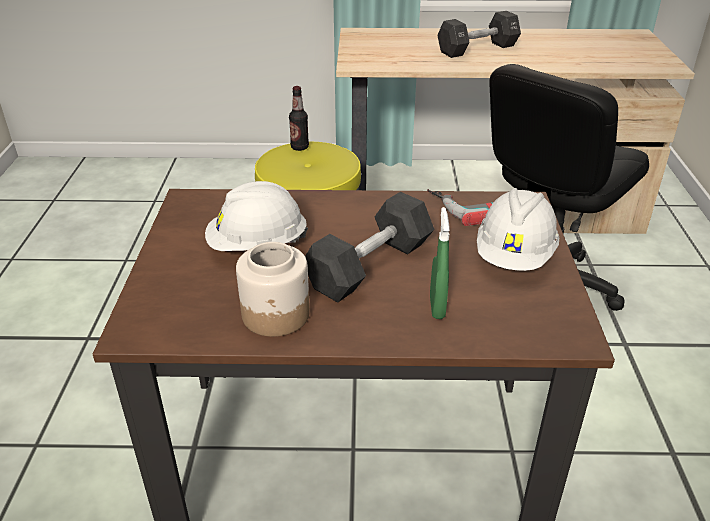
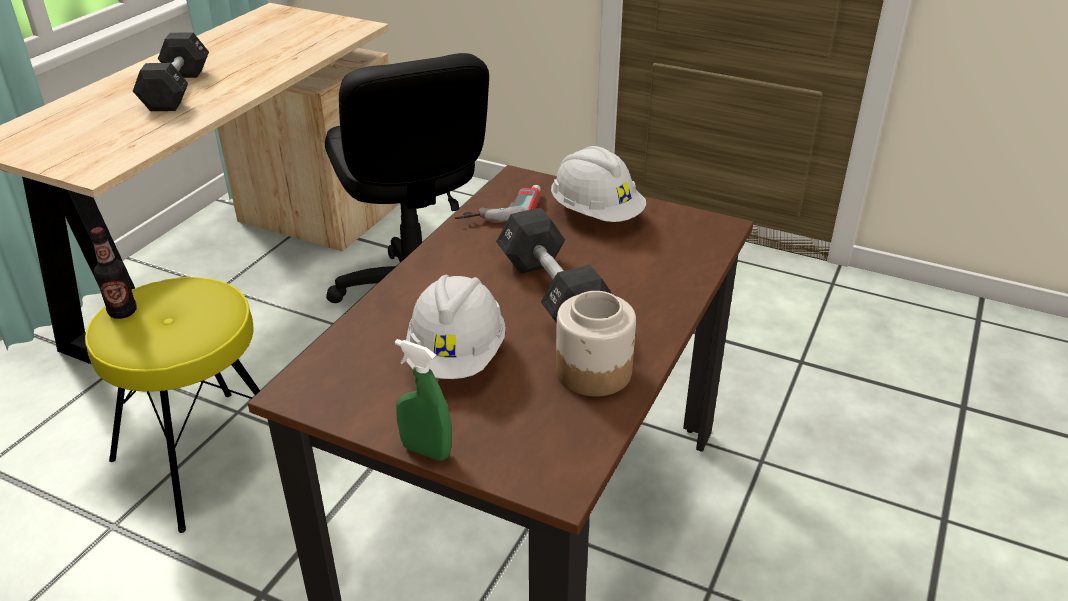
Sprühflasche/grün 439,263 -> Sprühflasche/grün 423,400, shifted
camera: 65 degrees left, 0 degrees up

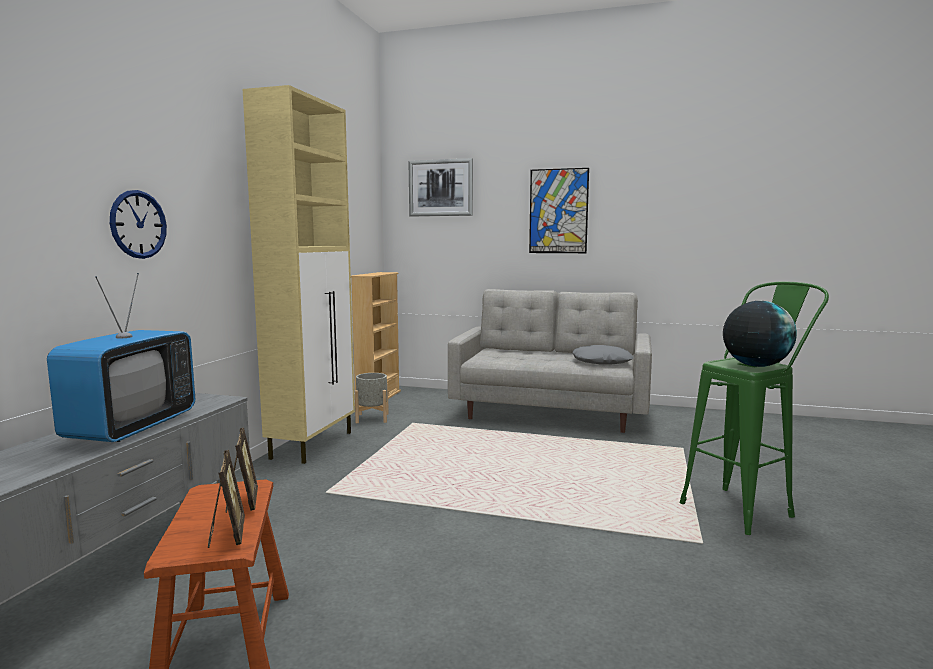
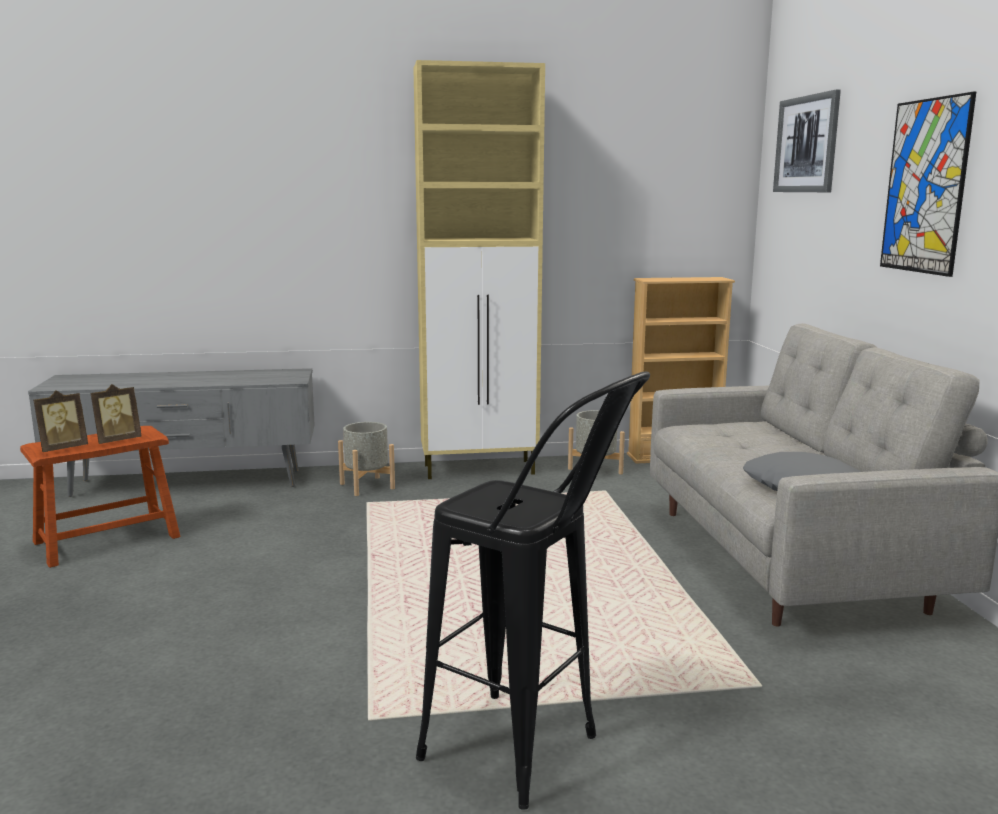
Fernseher 121,357 -> none
Wanduhr 138,224 -> none
Hocker/grün 754,408 -> Hocker/schwarz 533,590
Globus 760,334 -> none
none -> Pflanzkübel/grau 366,459
camera: 65 degrees right, 5 degrees up

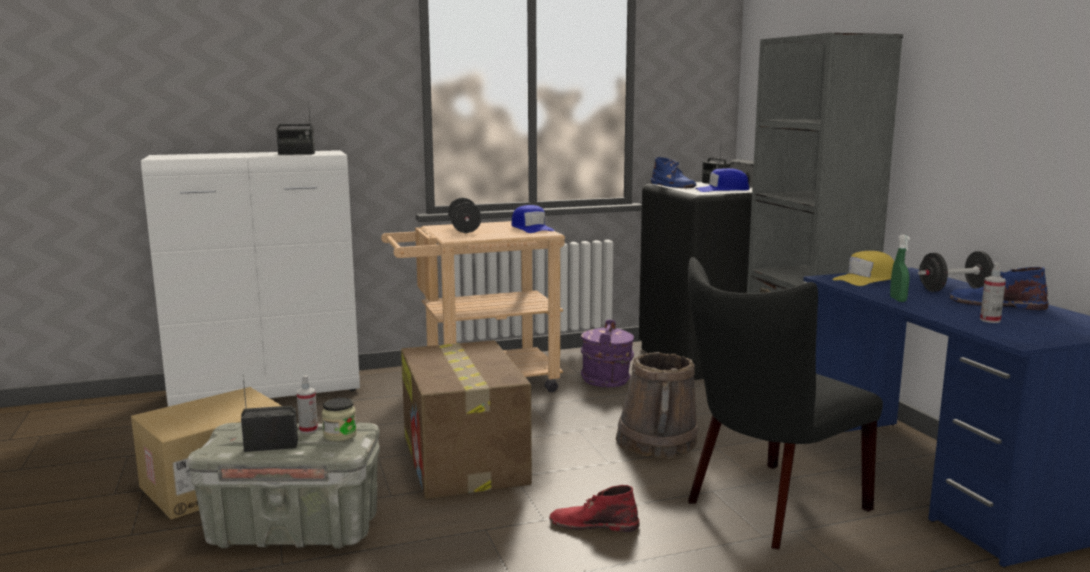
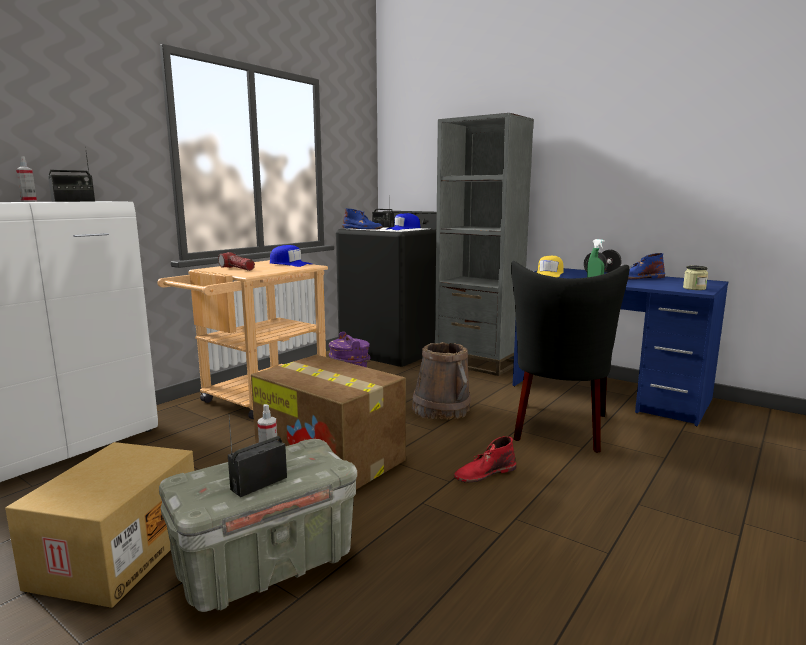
Vorratsglas 339,419 -> Vorratsglas 695,277, shifted
Hantel/schwarz 465,215 -> Taschenlampe 236,261
Sprühflasche 993,292 -> Sprühflasche 26,179, shifted
camera: 35 degrees left, 0 degrees up

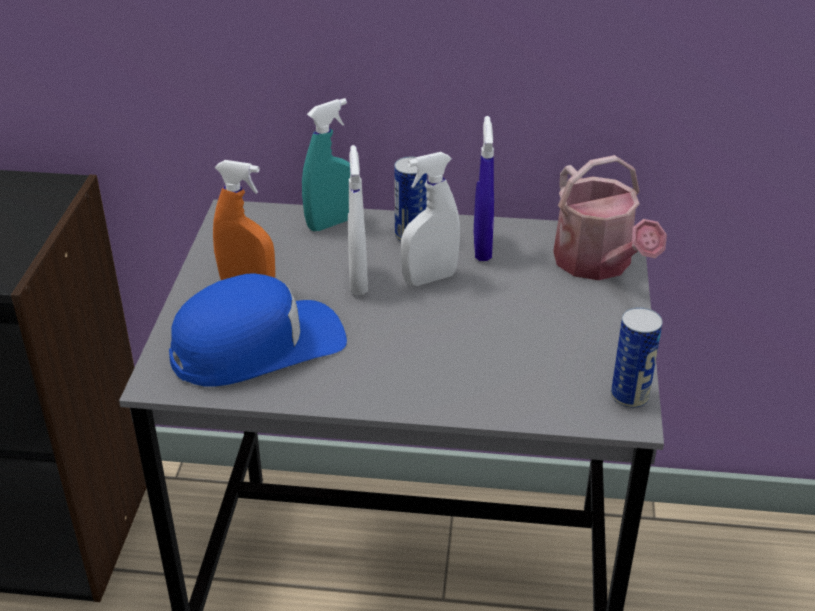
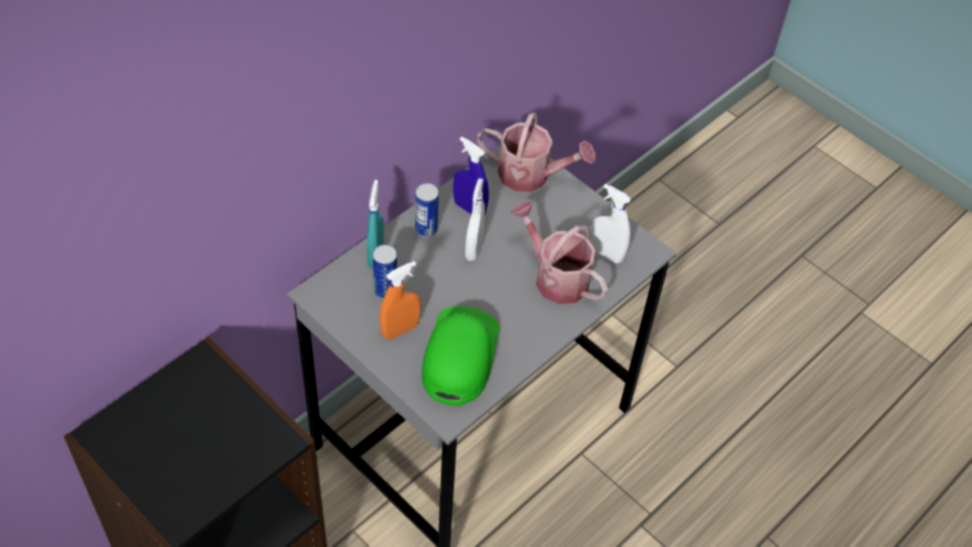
Kappe/blau 258,329 -> Kappe/grün 461,356
Sprühflasche/weiß 358,220 -> Sprühflasche/weiß 611,224, shifted
Dose 637,358 -> Dose 385,272, shifted
none -> Gießkanne 559,252
camera: 55 degrees left, 15 degrees up

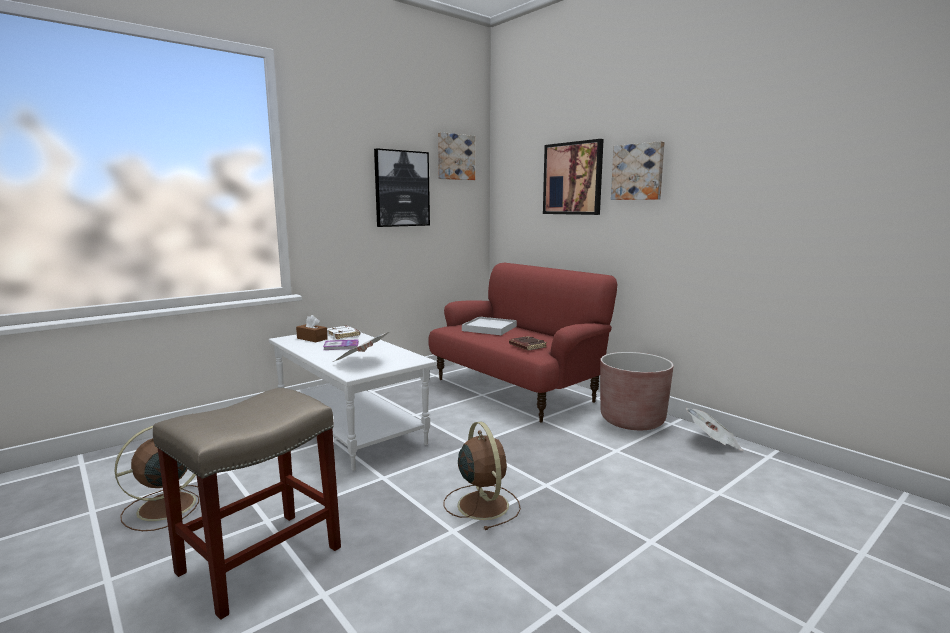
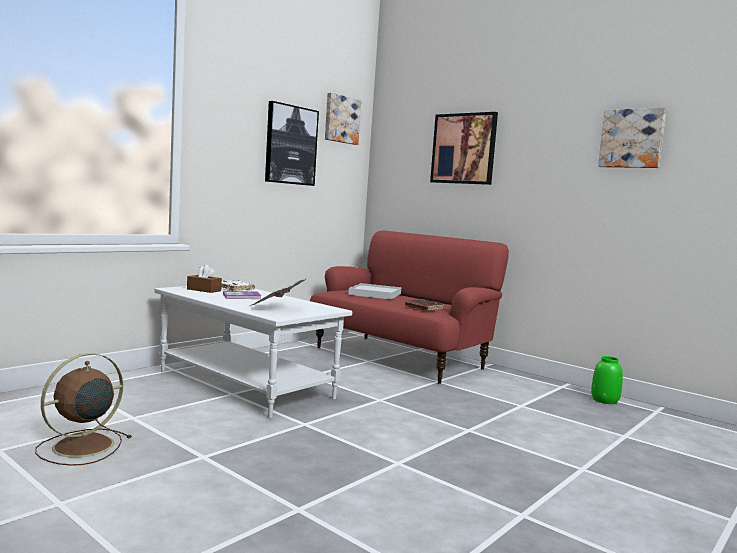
Hocker/beige 247,504 -> none
Ventilator/braun 482,476 -> none
Pflanzkübel/braun 637,391 -> none
Bild 638,170 -> Bild 632,137, shifted
Zeitung 715,429 -> Vase/grün 607,380
camera: 10 degrees left, 5 degrees down

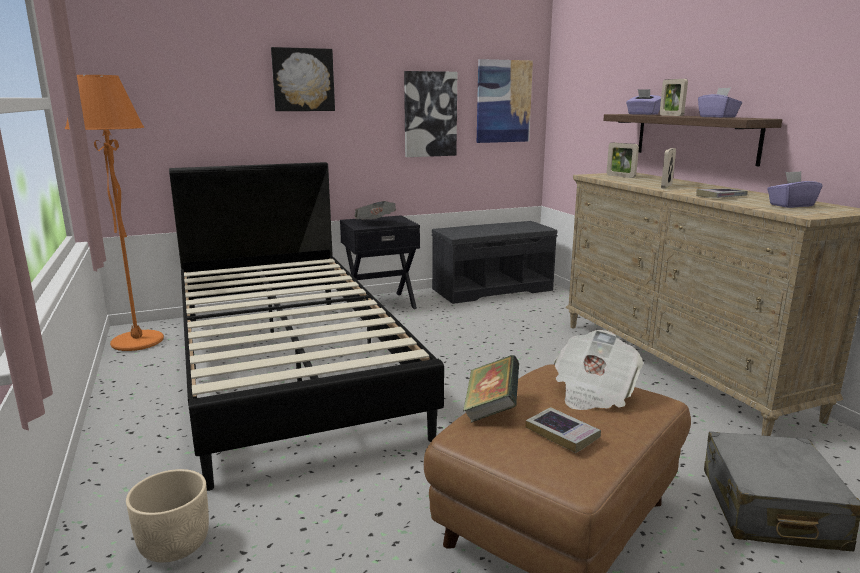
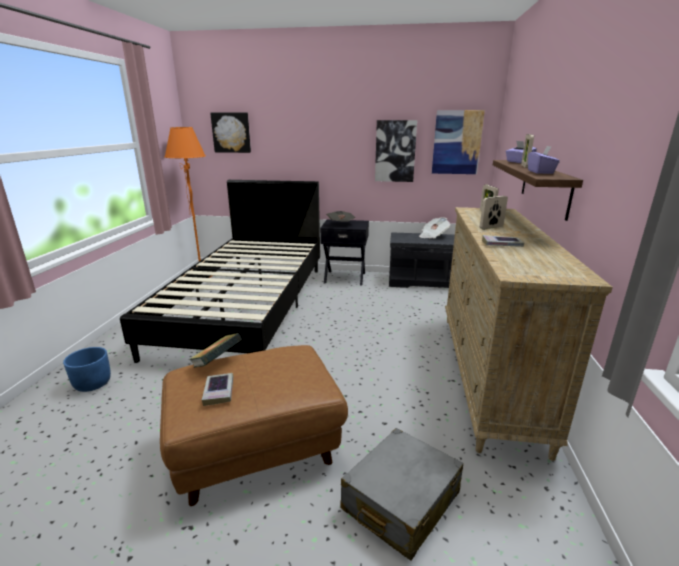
Pflanzkübel/beige 167,515 -> Pflanzkübel/blau 87,369
Bild 303,79 -> Bild 230,133, shifted
Zeitung 598,370 -> Zeitung 434,227, shifted
Taschentuchbox/lila 794,189 -> none
camera: 30 degrees right, 5 degrees up

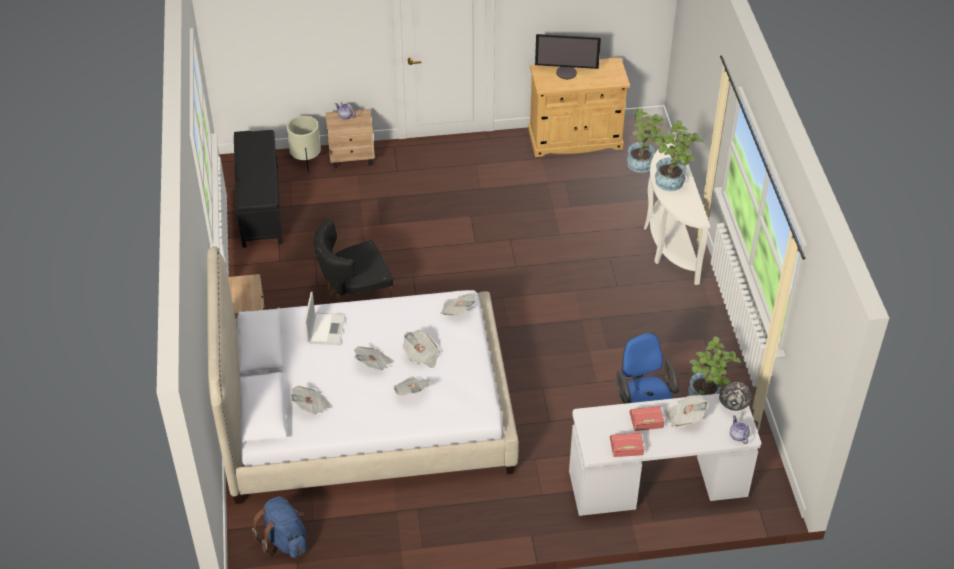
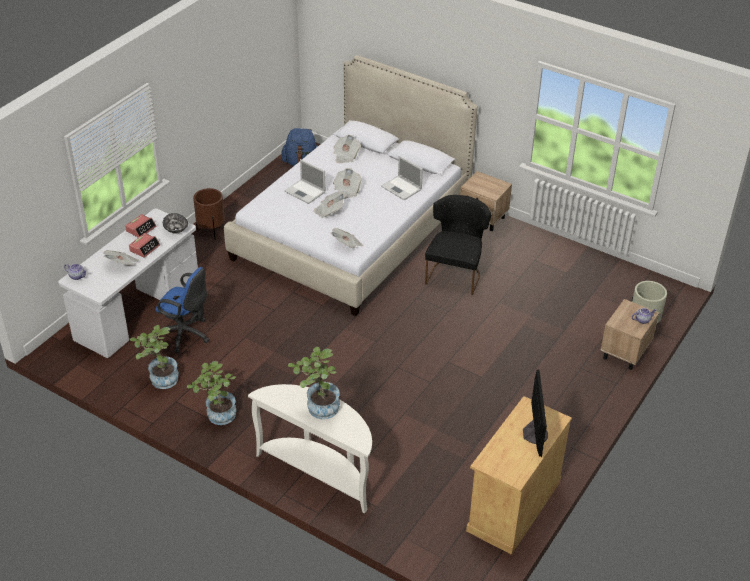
Bank/schwarz 258,189 -> none
Zeitung 412,386 -> Laptop 305,181
Monitor 568,56 -> Monitor 535,413, 135 degrees clockwise
Topfpflanze 646,140 -> Topfpflanze 212,393, shifted
Schüssel 735,396 -> Schüssel 175,223, shifted
none -> Pflanzkübel/braun 209,213
camera: 130 degrees right, 5 degrees down

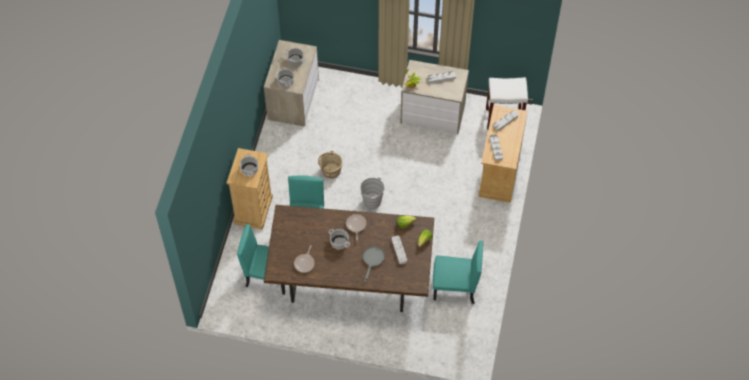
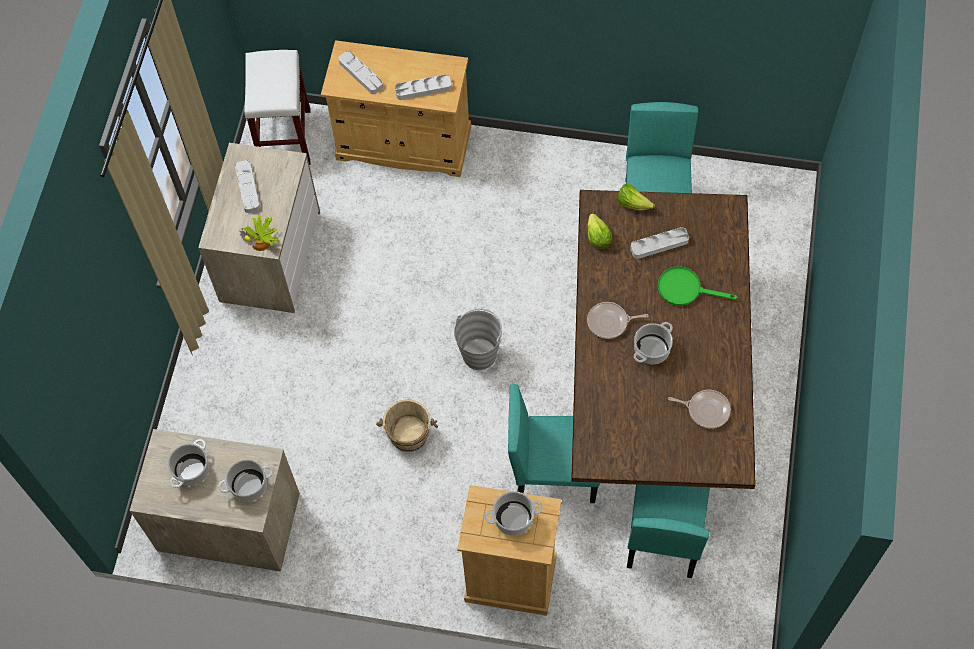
Pfanne/grau 374,264 -> Pfanne/grün 697,286
camera: 90 degrees left, 5 degrees up

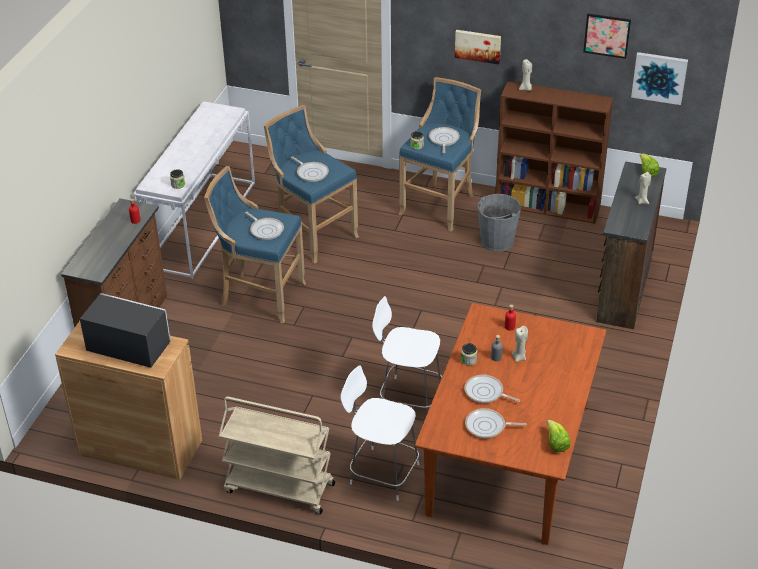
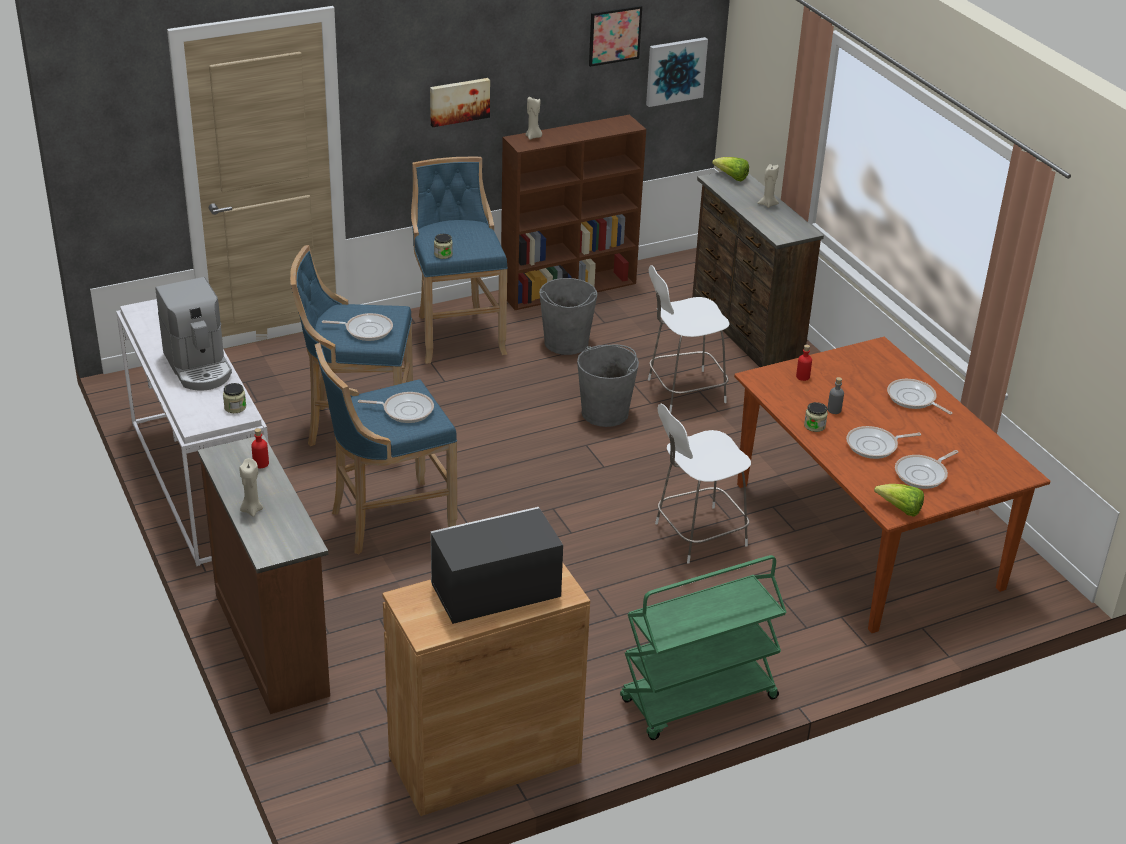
Rollwagen/beige 277,455 -> Rollwagen/grün 703,647
Stuhl/weiß 380,433 -> Stuhl/weiß 689,339, shifted
Pfanne 444,140 -> Pfanne 919,397, shifted
Kerze/beige 520,344 -> Kerze/beige 251,487, shifted
Salatkopf 559,436 -> Salatkopf 899,500, shifted
none -> Kaffeemaschine 193,334
none -> Eimer/grau 608,385
camera: 45 degrees left, 5 degrees down

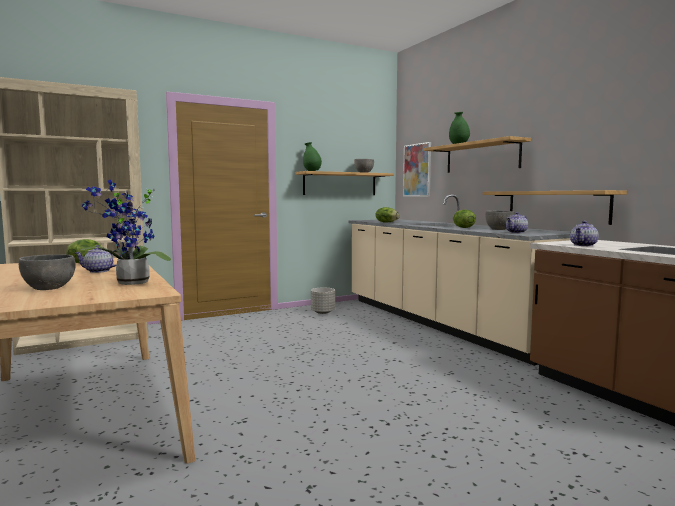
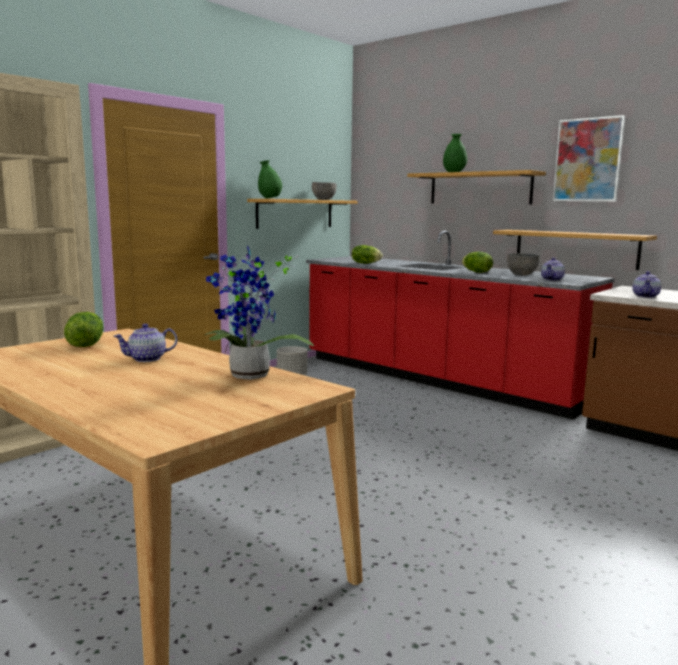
Schüssel/grau 47,272 -> none
Küchenzeile/beige 459,280 -> Küchenzeile/rot 460,325
Bild 417,169 -> Bild 589,158, shifted
camera: 20 degrees left, 5 degrees up

